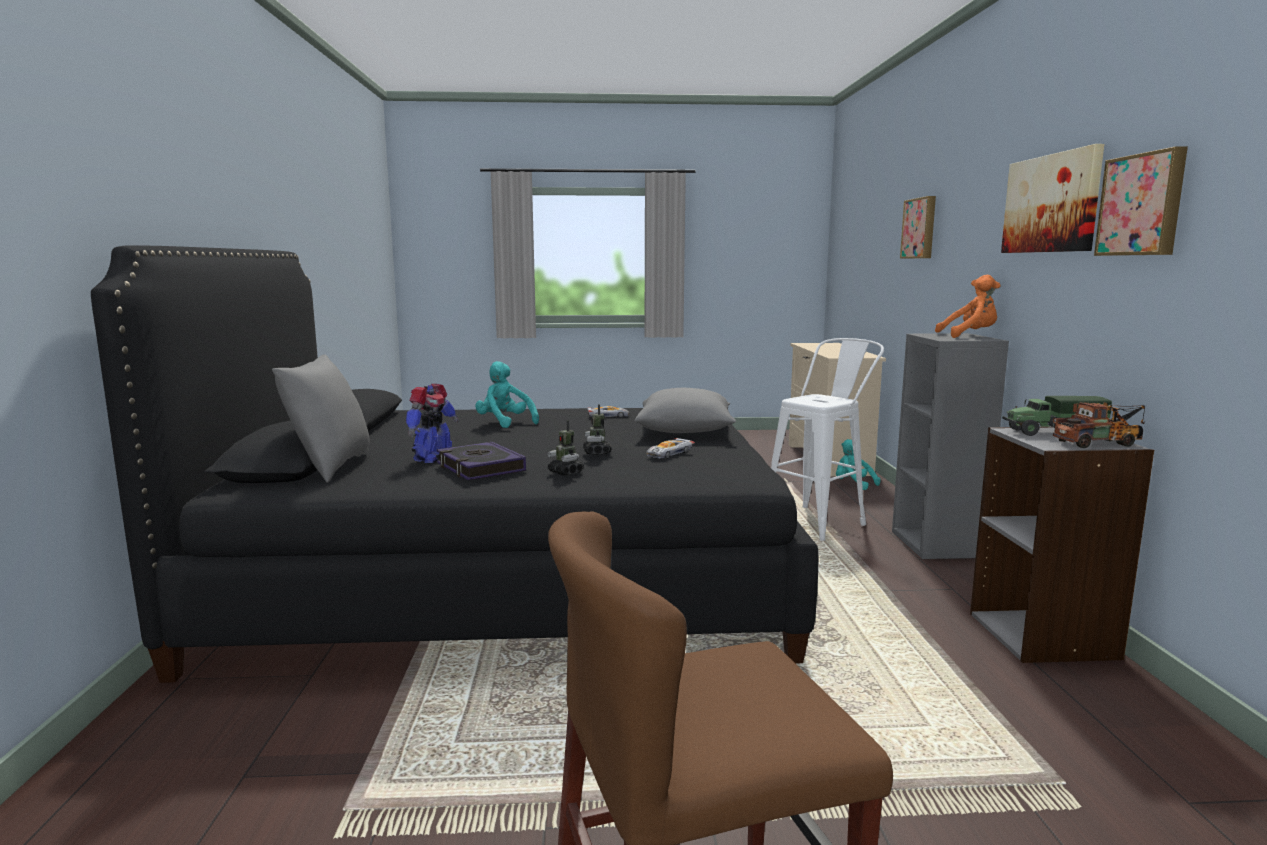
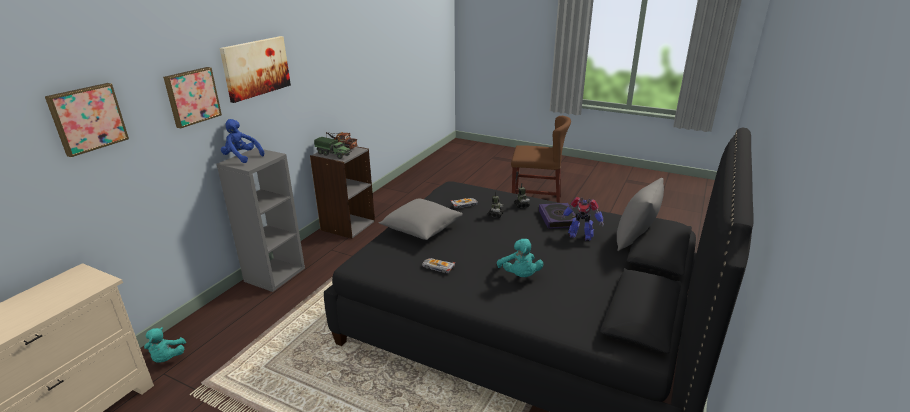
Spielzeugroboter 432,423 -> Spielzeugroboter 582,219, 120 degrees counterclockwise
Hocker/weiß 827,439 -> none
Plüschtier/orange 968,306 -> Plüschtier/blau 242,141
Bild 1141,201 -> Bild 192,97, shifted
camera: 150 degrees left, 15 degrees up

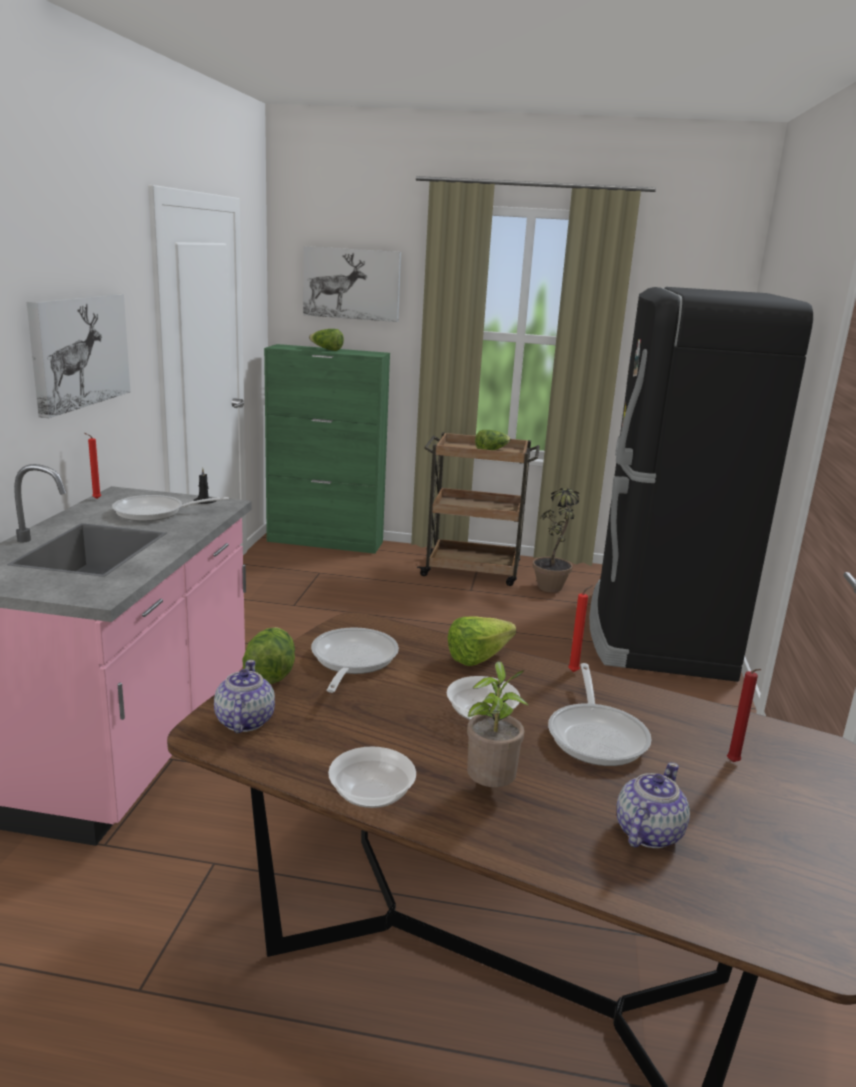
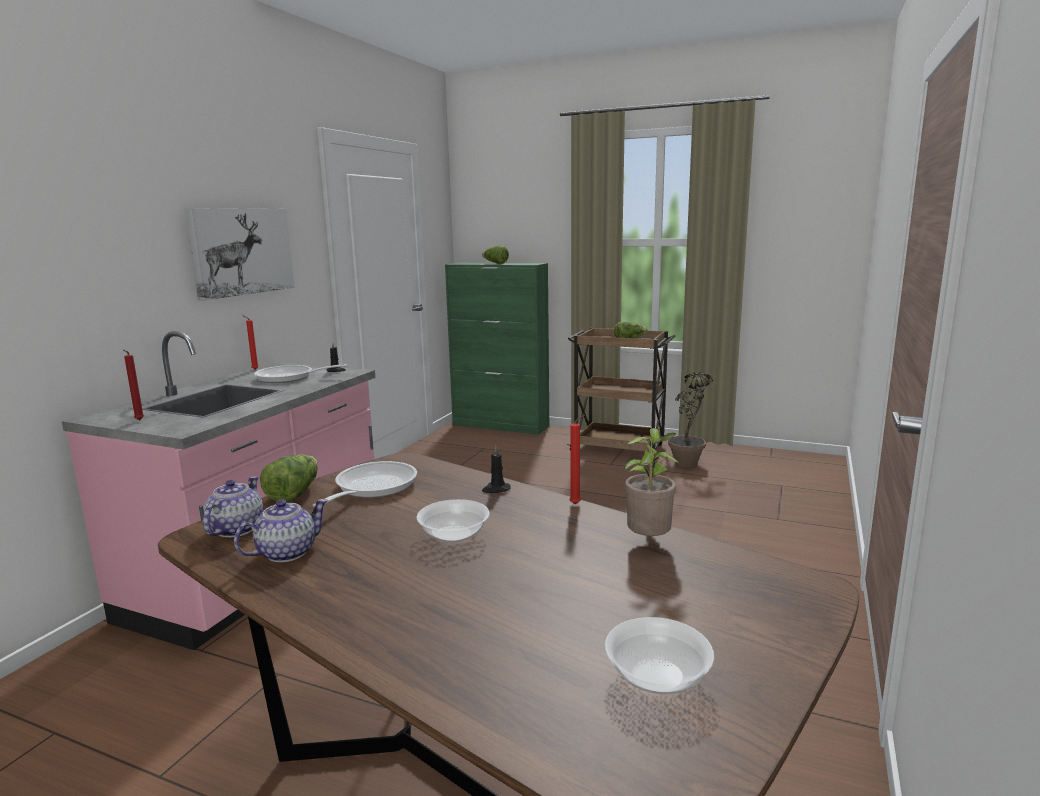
Bild 352,284 -> none
Schüssel 372,777 -> Schüssel 659,655, shifted
Salatkopf 482,641 -> Kerze/schwarz 496,469
Topfpflanze 498,724 -> Topfpflanze 652,482, shifted
Pfanne 600,714 -> none
Kühlschrank/schwarz 701,484 -> none
Teekanne 653,805 -> Teekanne 281,530, shifted
Kerze/rot 744,715 -> Kerze/rot 133,385, shifted
camera: 15 degrees right, 5 degrees down

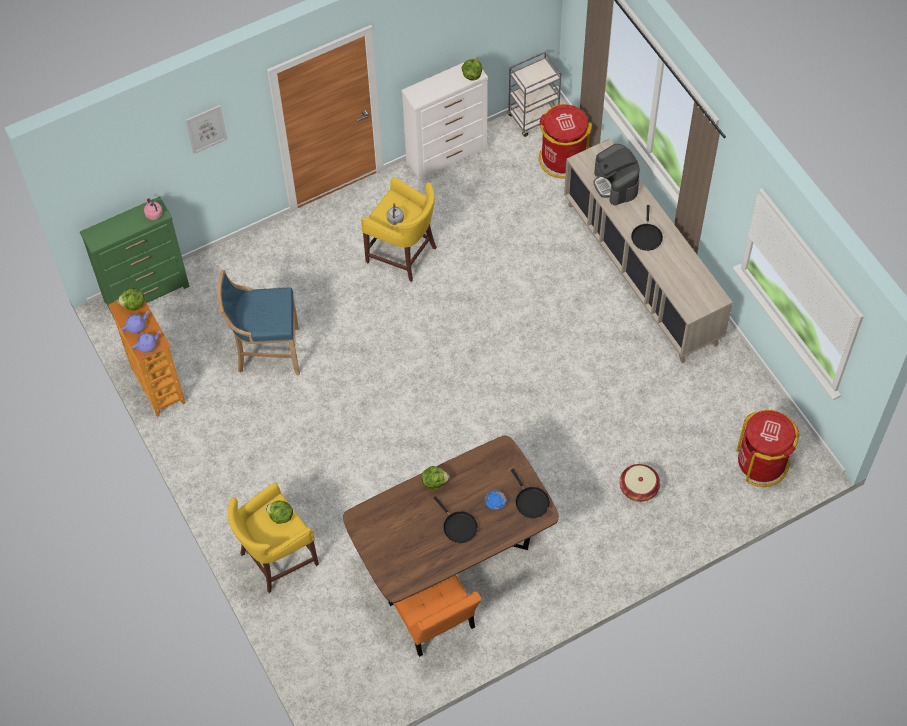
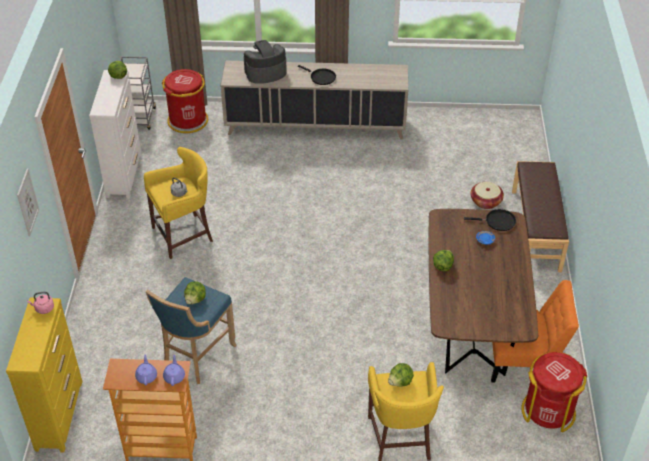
Kommode/grün 134,258 -> Kommode/gelb 44,375
Salatkopf 131,299 -> Salatkopf 195,292, shifted
Pfanne/schwarz 455,519 -> none
Kaffeemaschine 616,175 -> Kaffeemaschine 265,62, 150 degrees clockwise
Mülleimer/rot 767,448 -> Mülleimer/rot 554,392, shifted
none -> Bank/braun 540,216
camera: 60 degrees left, 15 degrees down

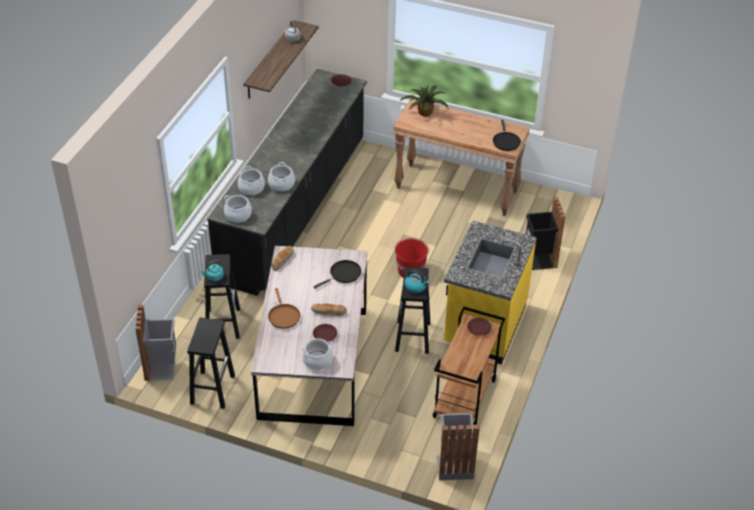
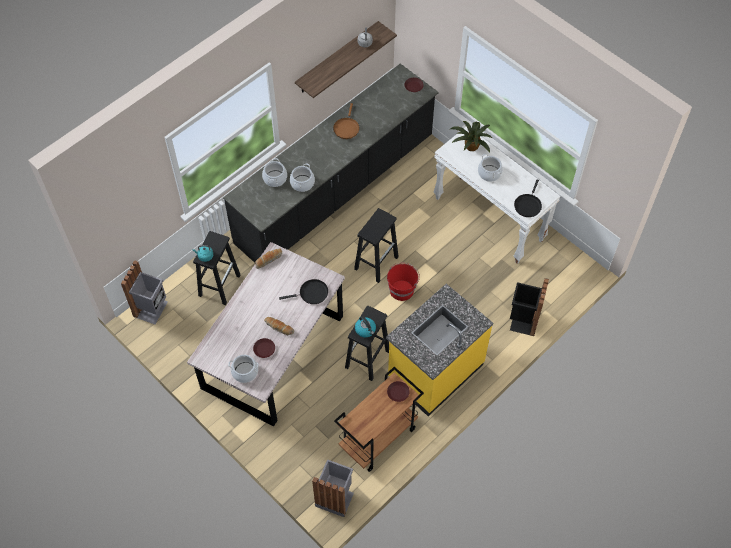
Hocker/schwarz 211,363 -> Hocker/schwarz 376,245, shifted
Kochtopf 238,209 -> Kochtopf 490,168, shifted
Pfanne/braun 284,308 -> Pfanne/braun 346,121, shifted
Konsolentisch/braun 461,157 -> Konsolentisch/weiß 497,195
camera: 25 degrees right, 15 degrees up

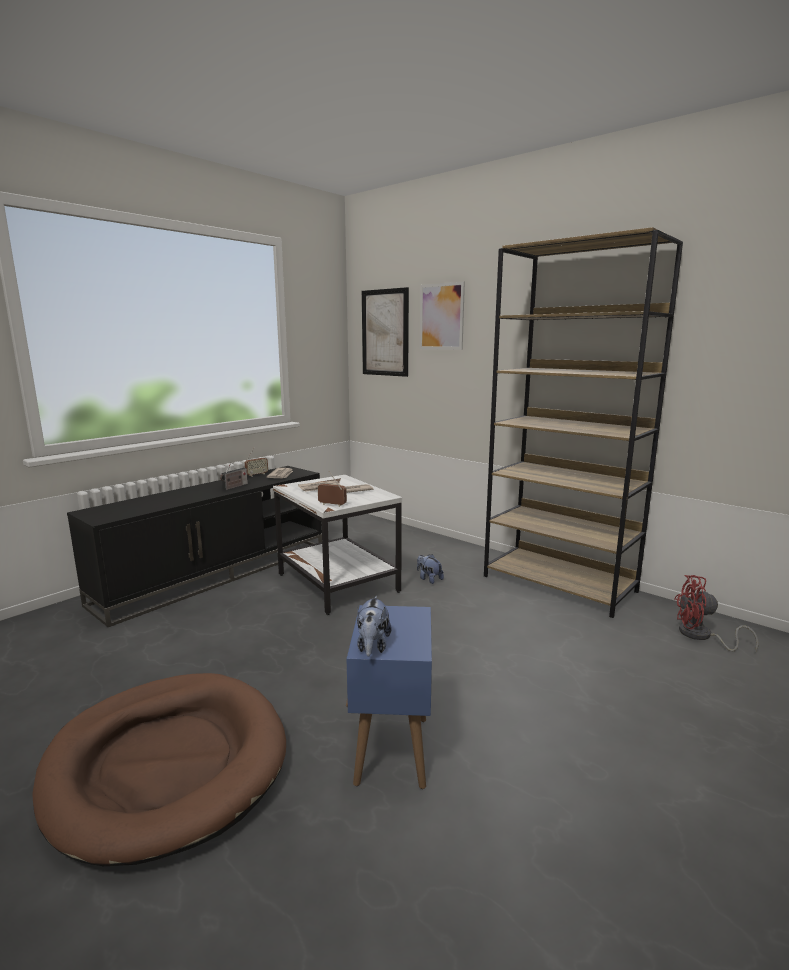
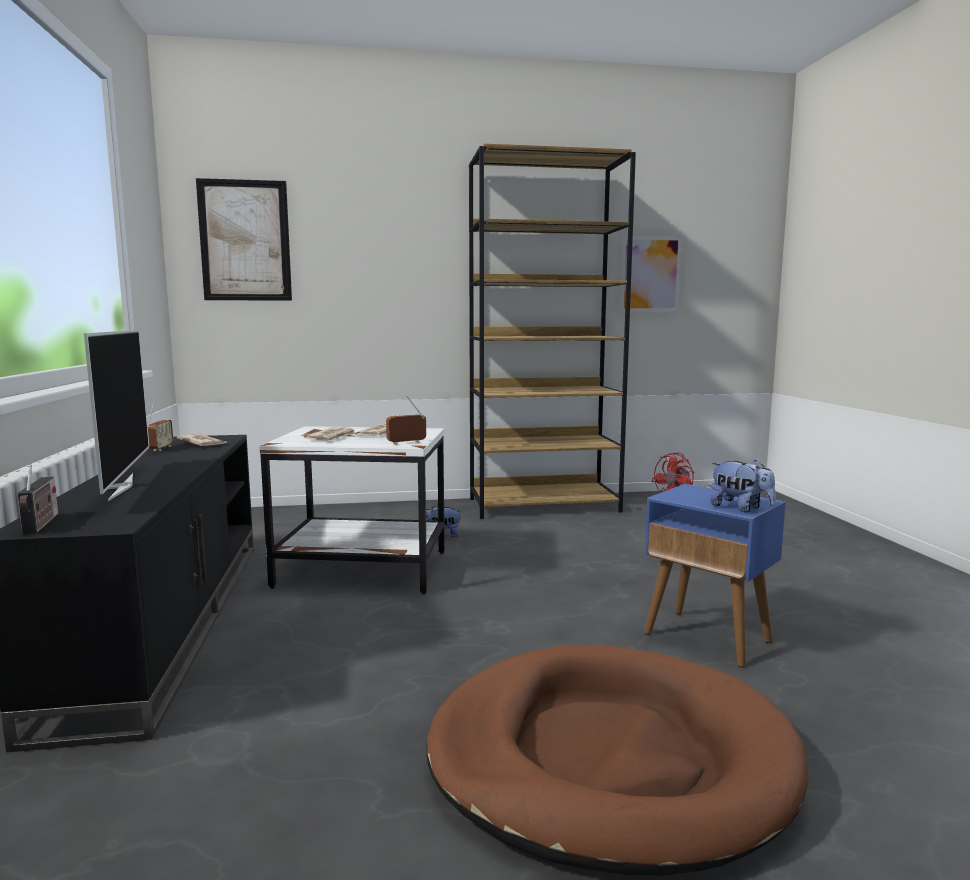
Radio 234,476 -> Radio 37,499, shifted
Bild 442,316 -> Bild 651,274, shifted
none -> Fernseher 116,415
camera: 50 degrees left, 5 degrees down

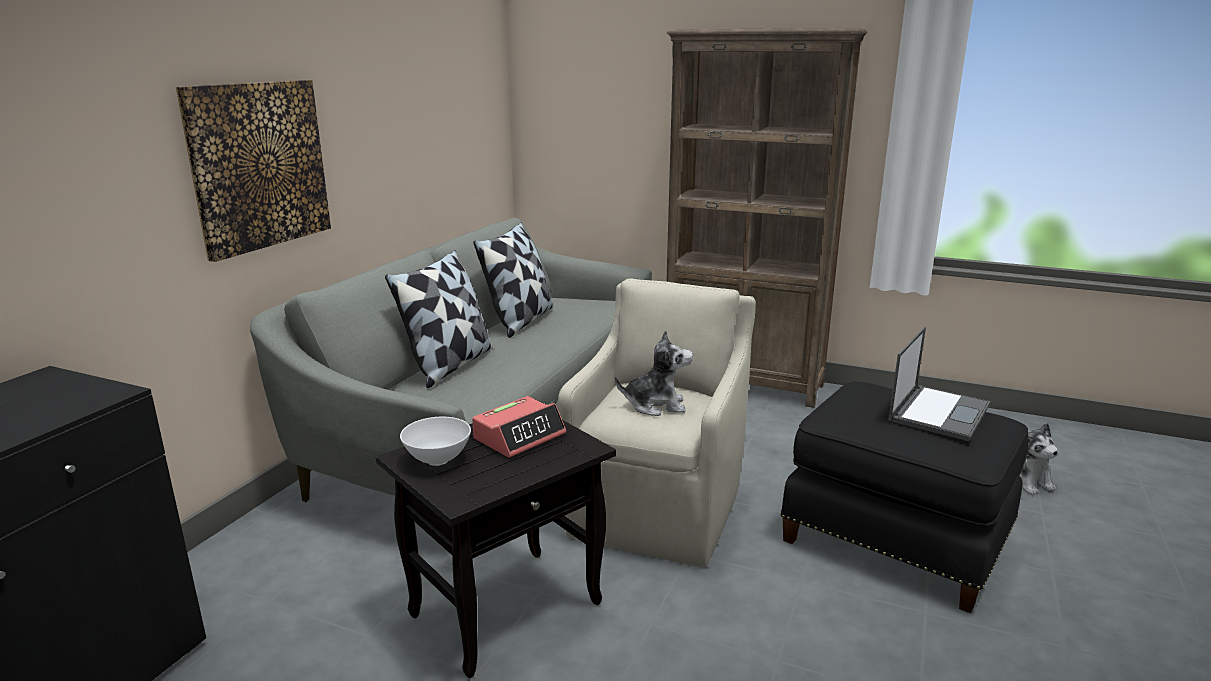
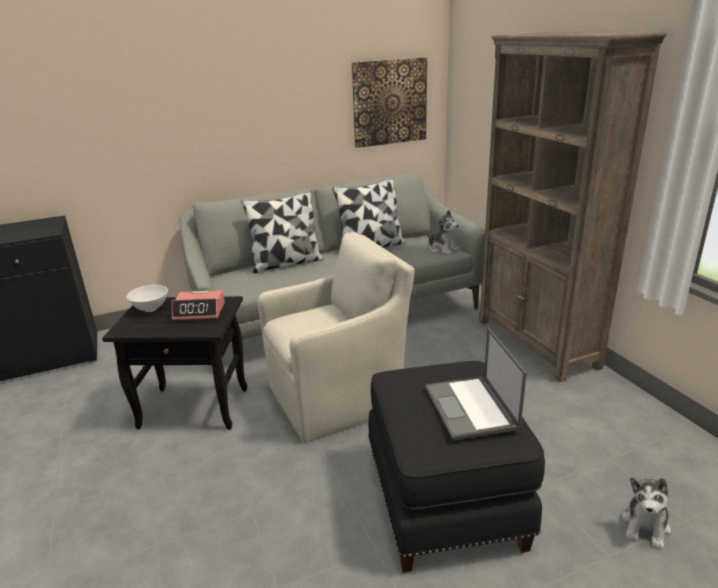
Bild 253,171 -> Bild 389,102, shifted
Plüschtier 654,373 -> Plüschtier 443,232, shifted
Laptop 939,384 -> Laptop 476,384, 90 degrees clockwise
camera: 45 degrees right, 5 degrees up

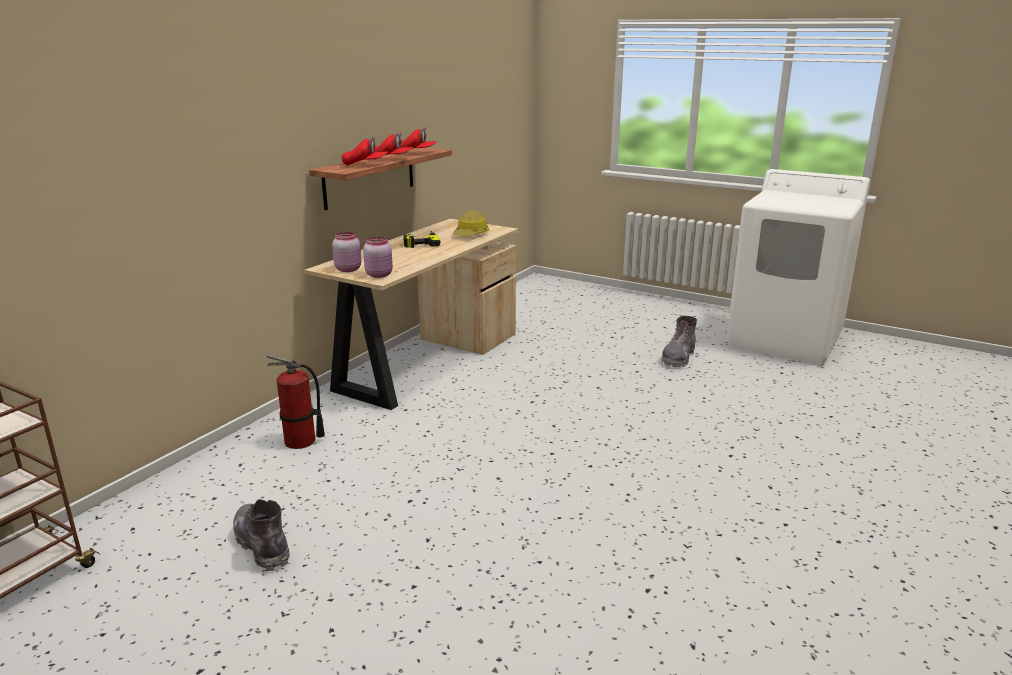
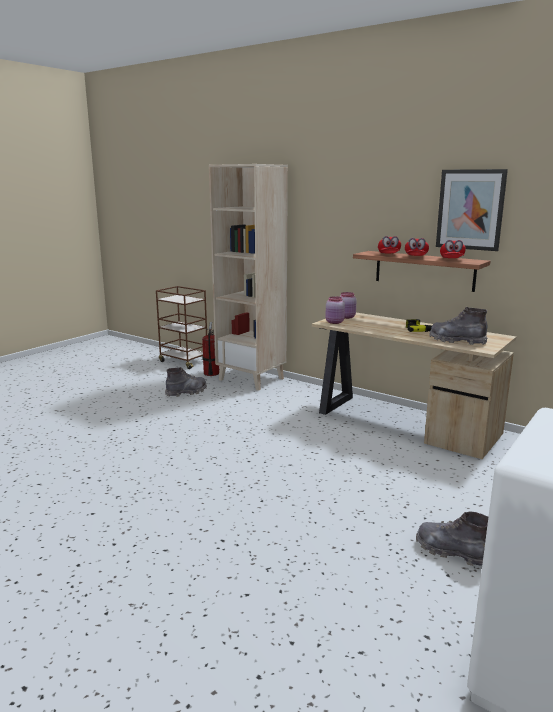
Feuerlöscher 296,401 -> Feuerlöscher 210,349, shifted
Schutzhelm 471,223 -> Stiefel/grau 458,326
none -> Bücherregal/beige 248,277
none -> Bild 472,210
camera: 95 degrees right, 5 degrees down

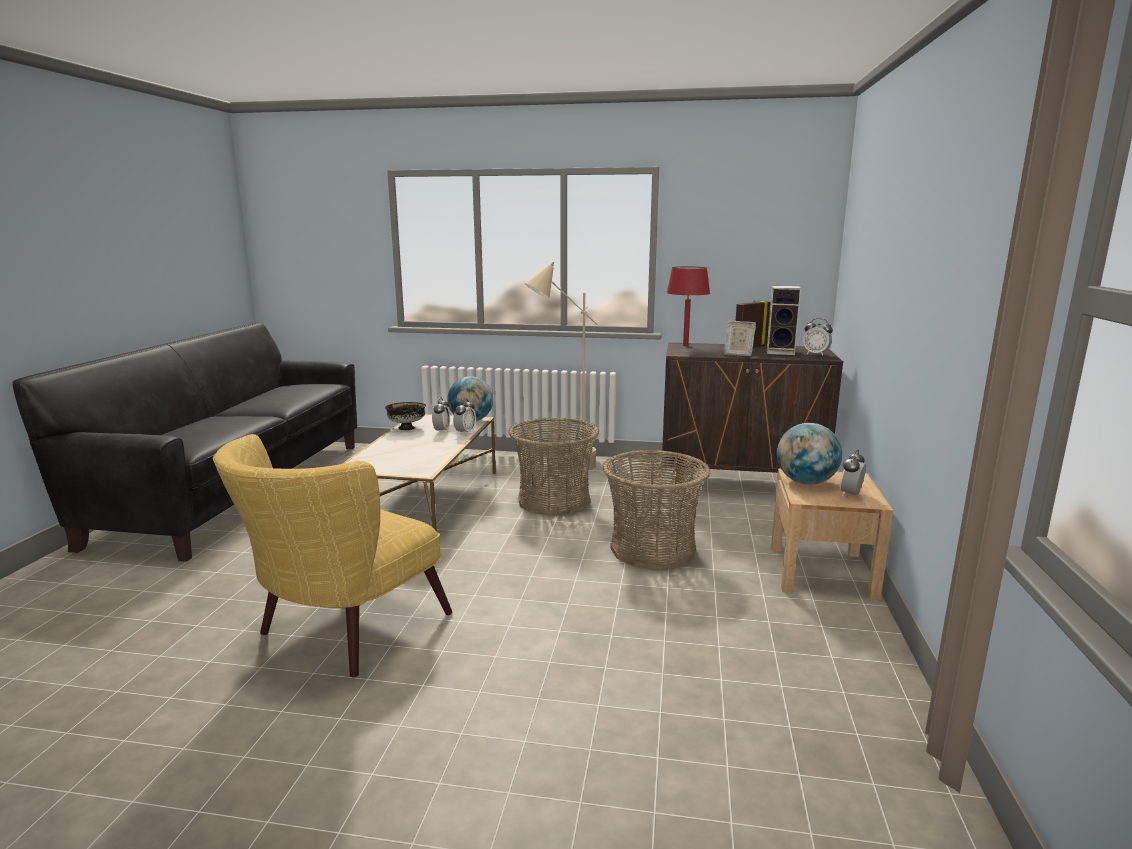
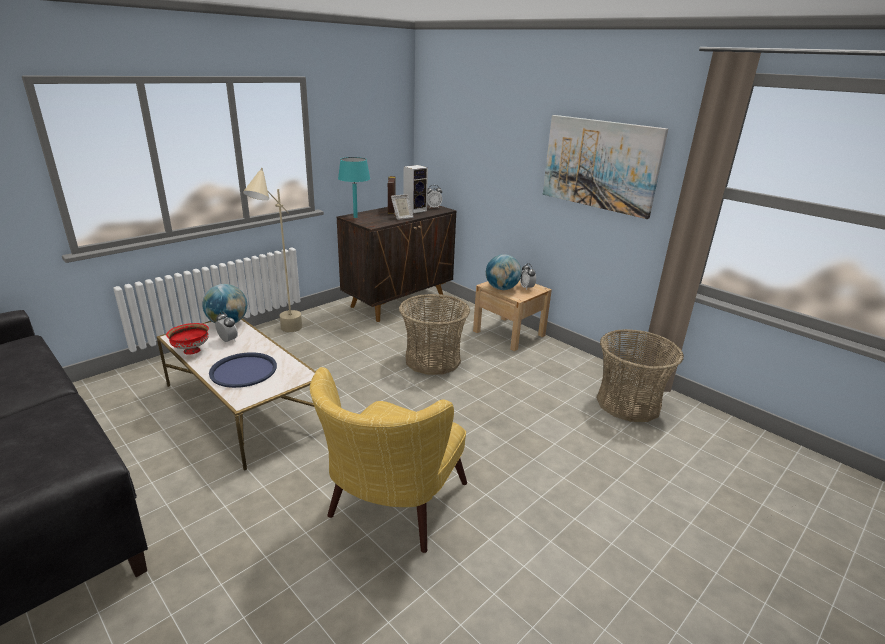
Sessel/gelb 332,555 -> Sessel/gelb 388,460, 45 degrees clockwise
Schüssel/schwarz 405,416 -> Schüssel/rot 187,339
Wecker 464,417 -> none
Korb 553,466 -> Korb 640,375, shifted
Tischlampe/rot 688,306 -> Tischlampe/türkis 354,187
none -> Tablett/blau 243,370
none -> Bild 605,167
camera: 55 degrees left, 10 degrees up

